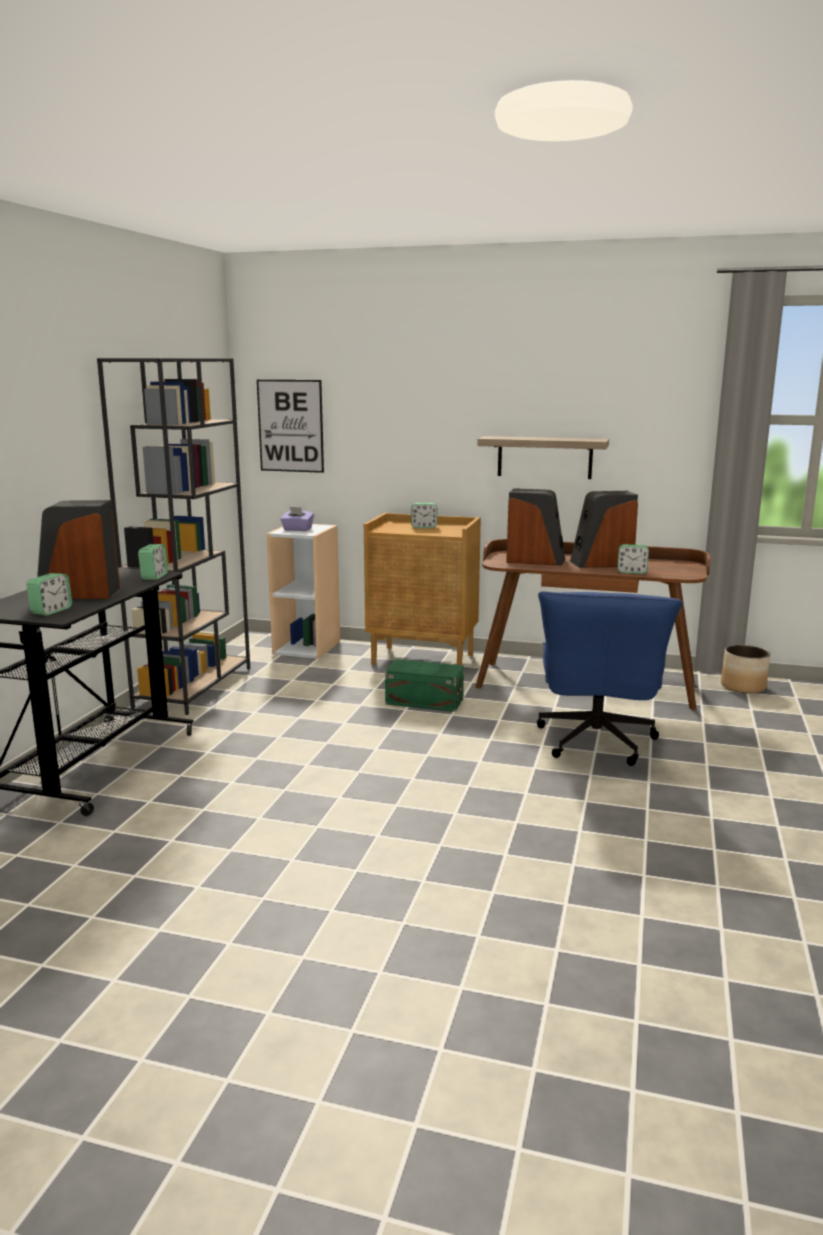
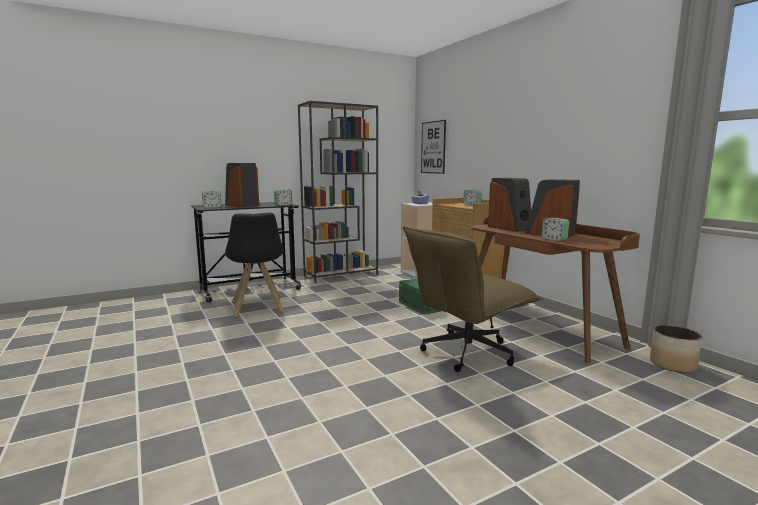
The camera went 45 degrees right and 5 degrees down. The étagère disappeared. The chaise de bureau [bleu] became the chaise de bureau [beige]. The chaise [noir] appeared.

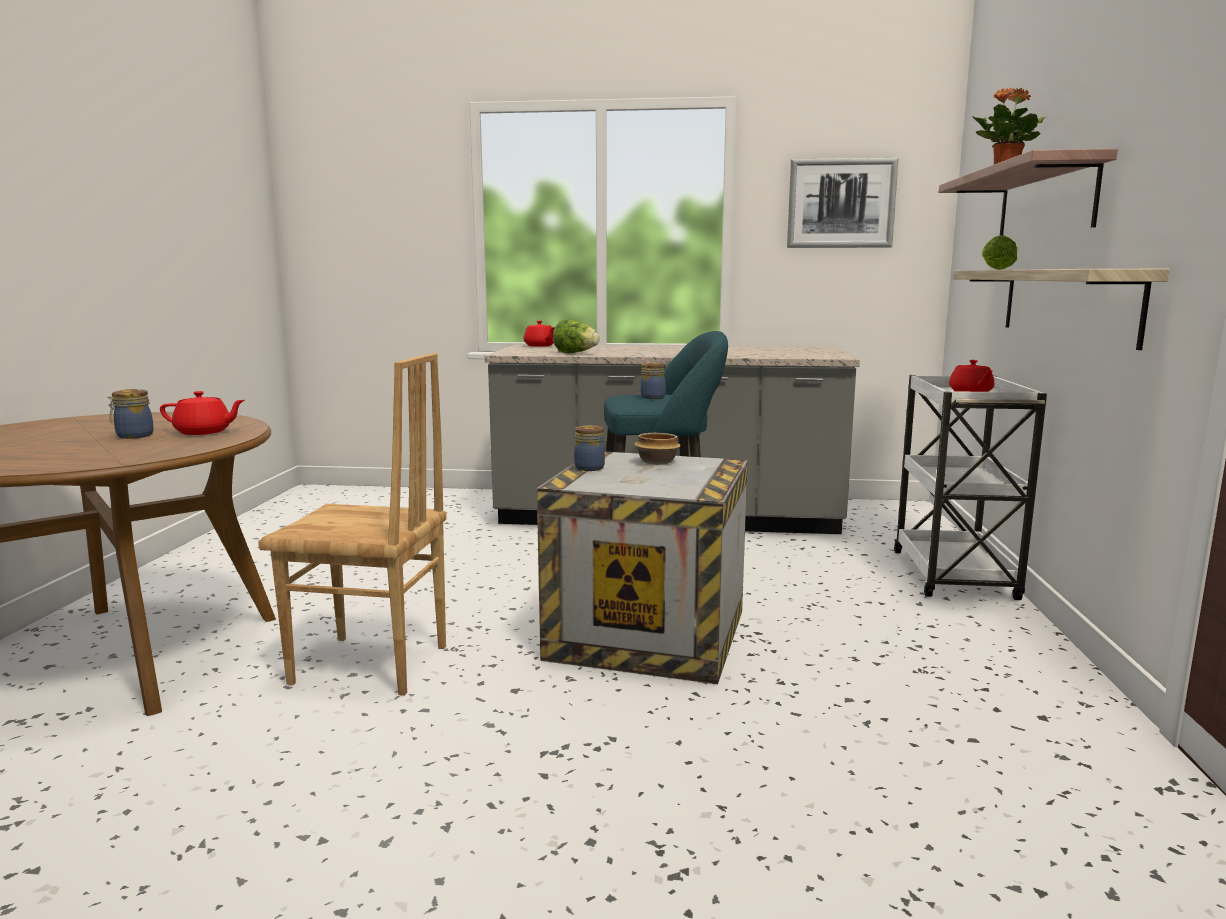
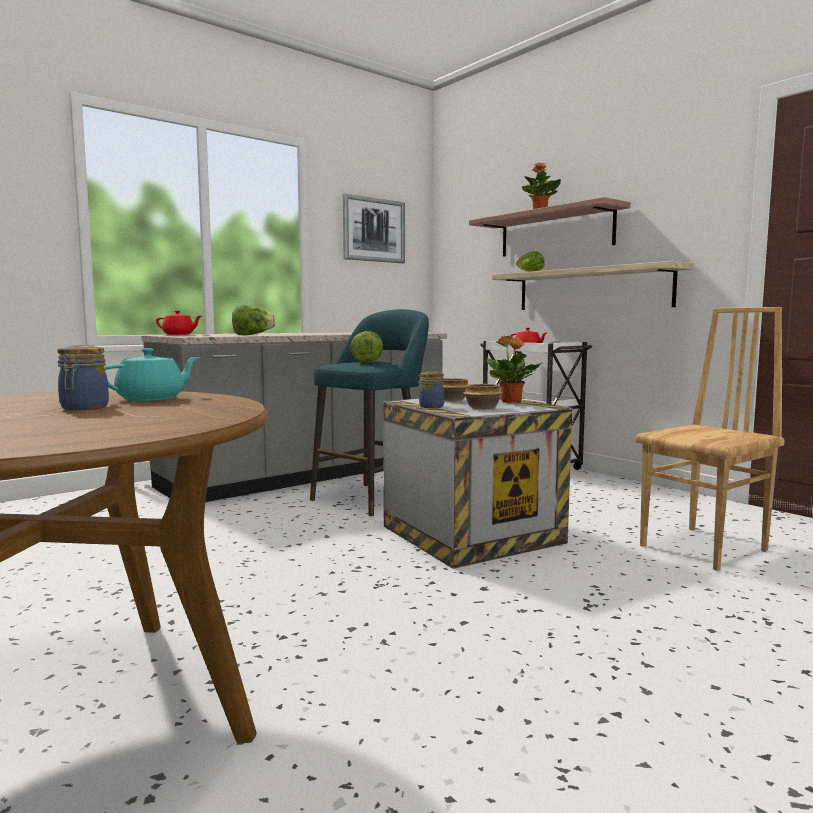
The camera went 45 degrees left and 5 degrees down. The théière [rouge] (1st from left) became the théière [turquoise]. The chaise [marron] moved. The bocal (3rd from left) was replaced by the laitue (2nd from left). The bol (2nd from left) appeared. The plante en pot (1st from left) appeared.

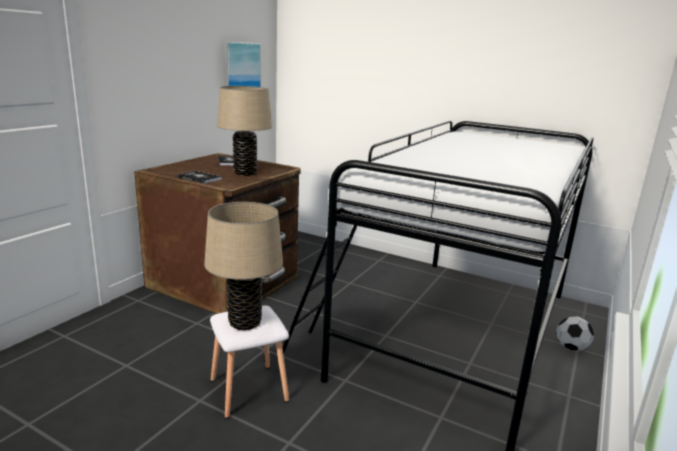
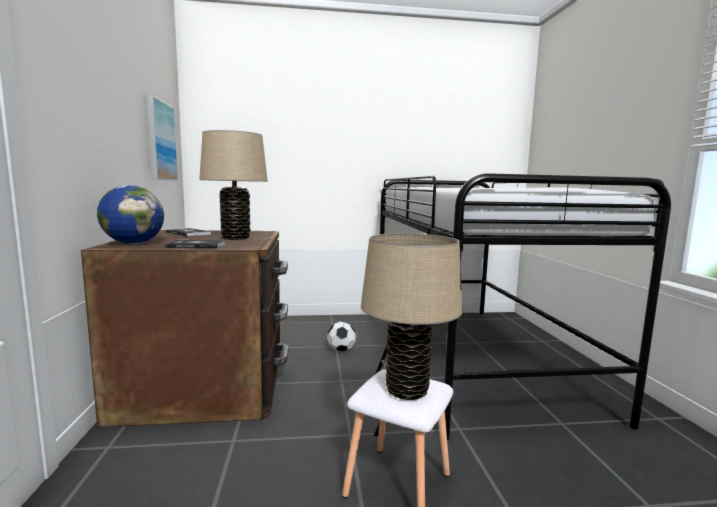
The camera went 35 degrees left and 10 degrees down. The ballon de foot moved. The globe appeared.

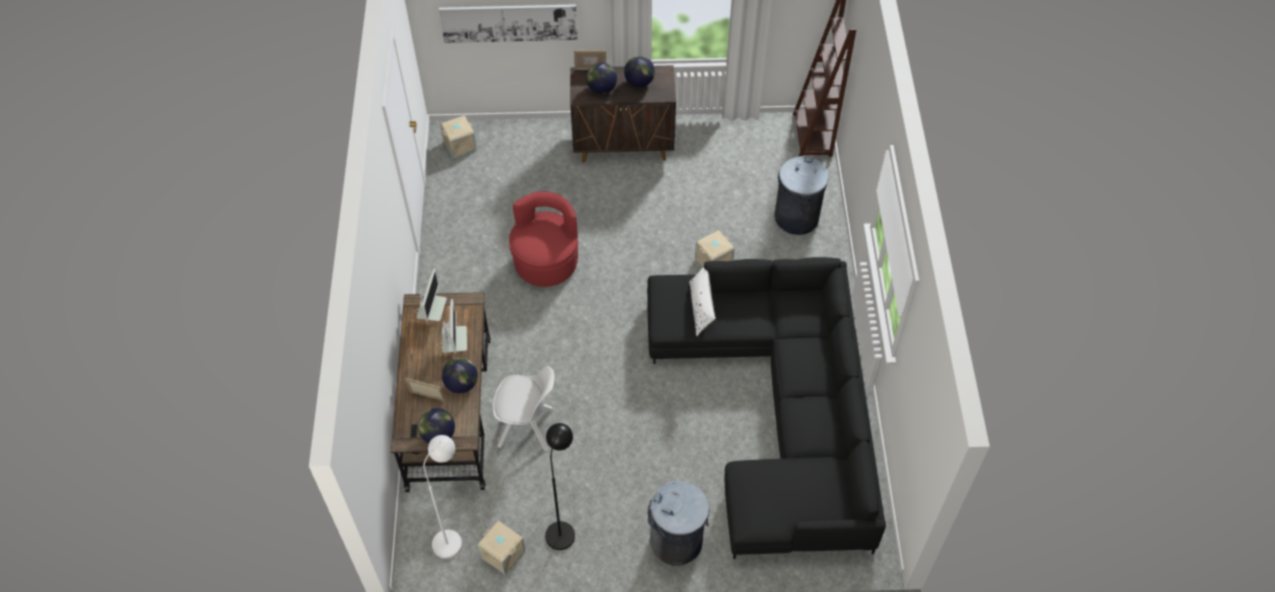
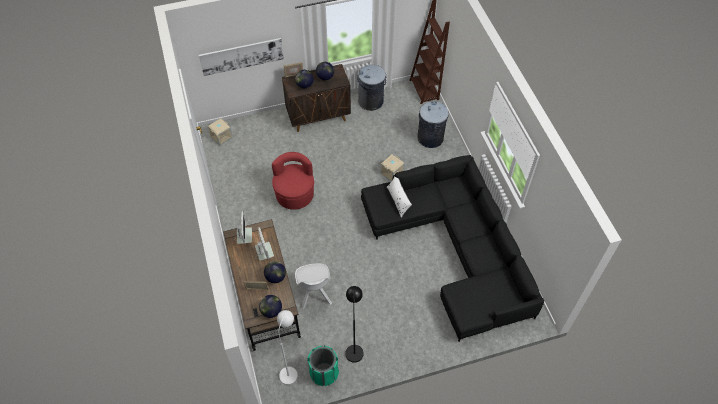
The camera went 15 degrees left and 0 degrees up. The boîte de rangement [beige] (2nd from left) was replaced by the poubelle [vert]. The chaise [blanc] turned 90 degrees clockwise. The poubelle [gris] (1st from left) moved.

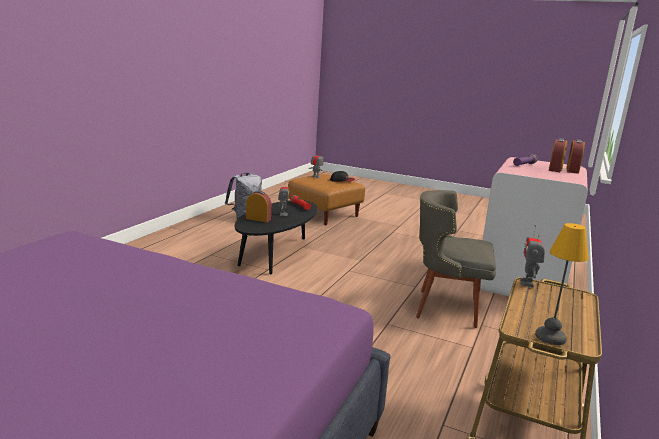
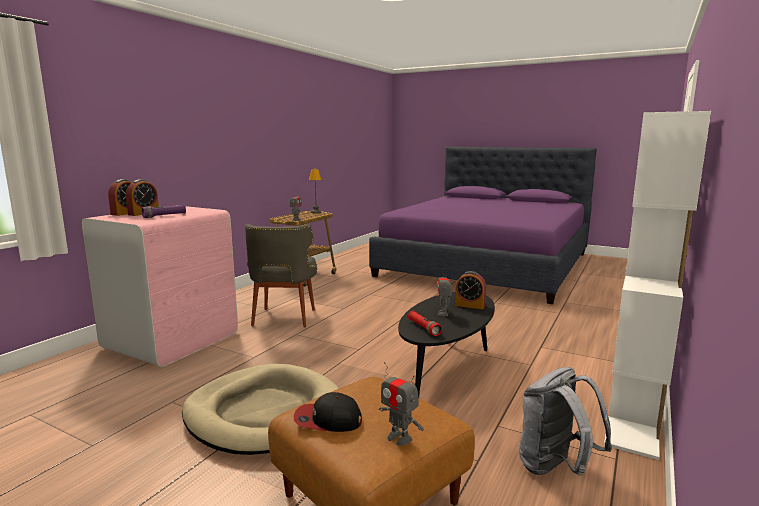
The camera went 175 degrees left and 5 degrees down. The chaise [gris] turned 75 degrees clockwise. The panier pour chien [beige] appeared. The bibliothèque [blanc] appeared.

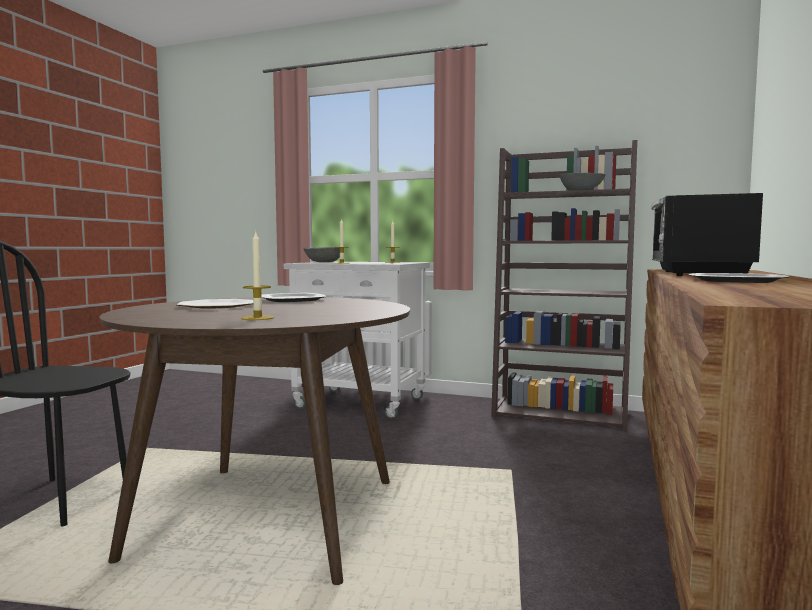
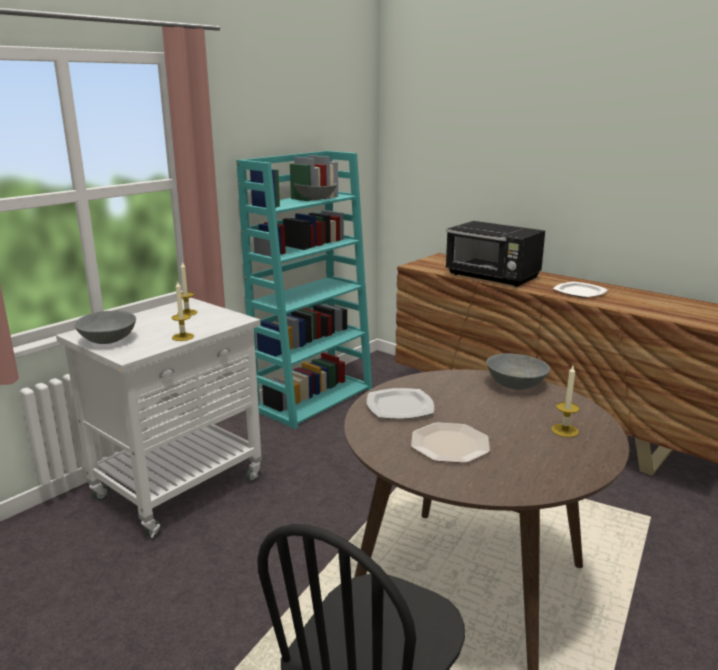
The camera went 70 degrees left and 15 degrees up. The bibliothèque [marron] became the bibliothèque [turquoise]. The bol [gris] (3rd from left) appeared.

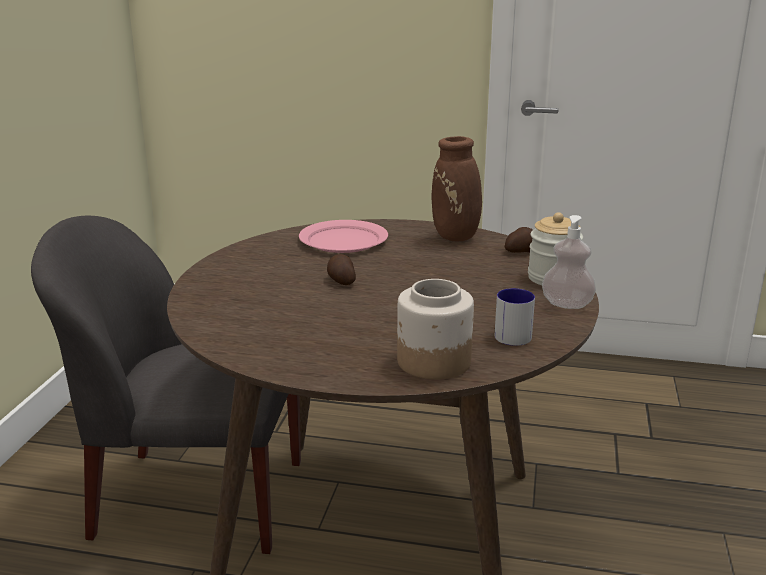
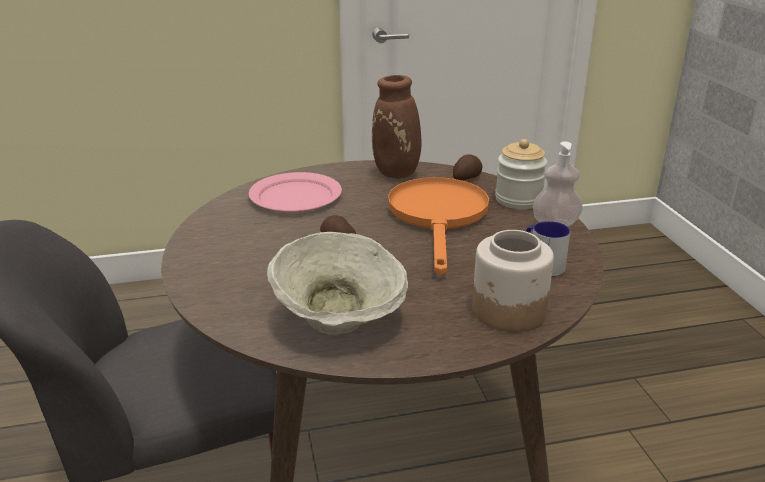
The camera went 25 degrees left and 5 degrees up. The bol [beige] appeared. The poêle [orange] appeared.

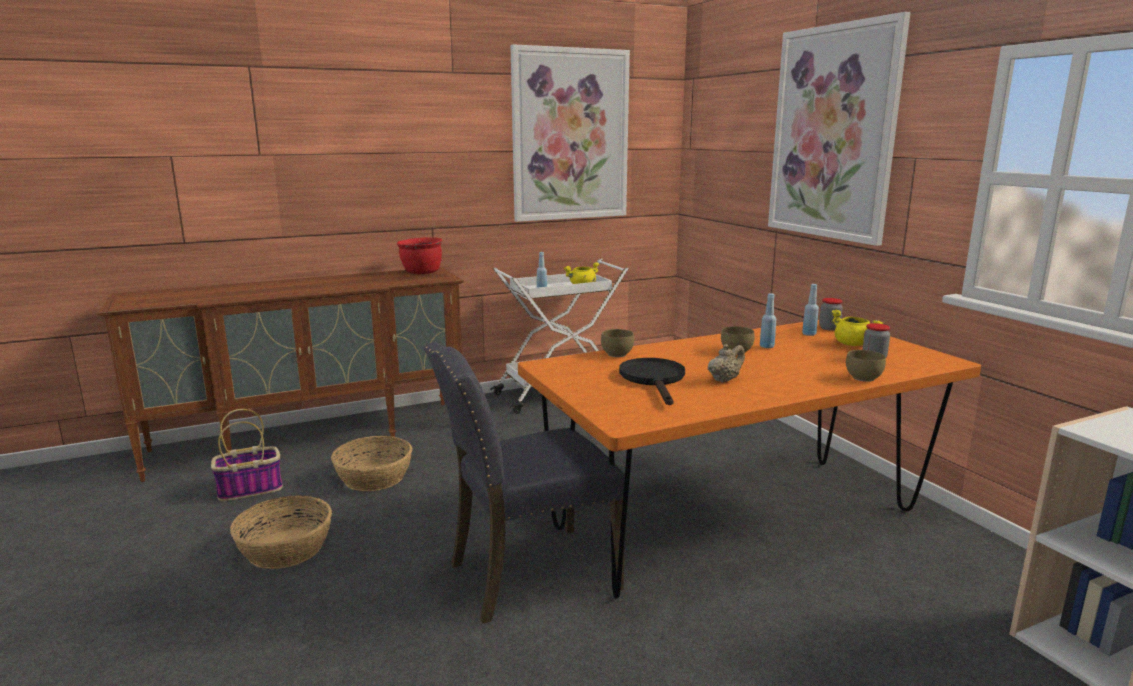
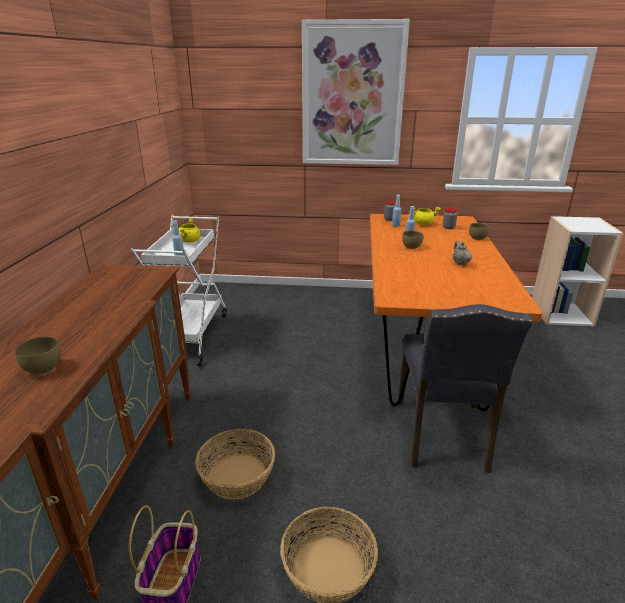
The camera went 60 degrees left and 10 degrees up. The marmite [rouge] disappeared. The tableau (1st from left) disappeared. The bol [marron] (1st from left) moved. The poêle [noir] disappeared.

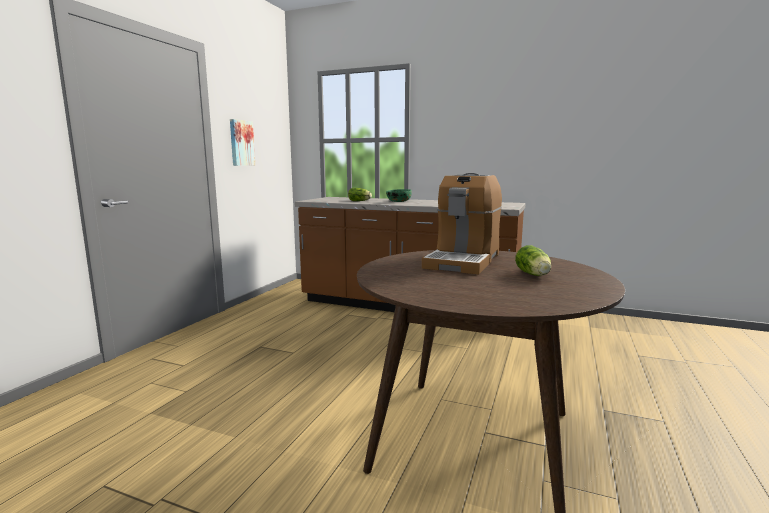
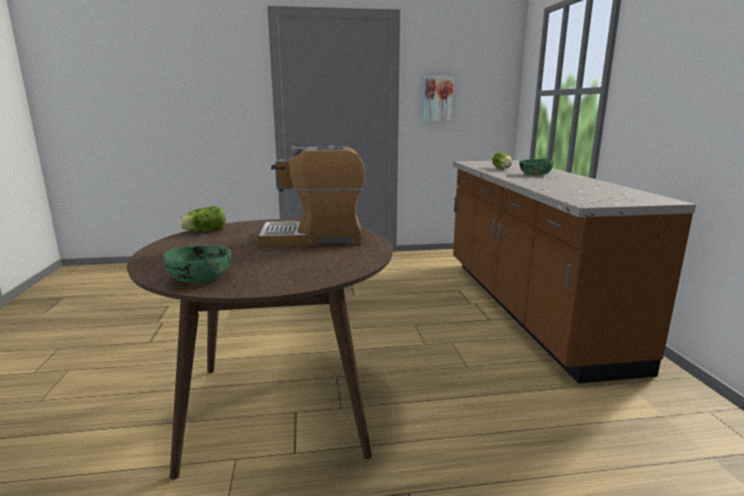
The camera went 60 degrees right and 5 degrees up. The laitue (2nd from left in the first image) moved. The bol [vert] (1st from left) appeared.

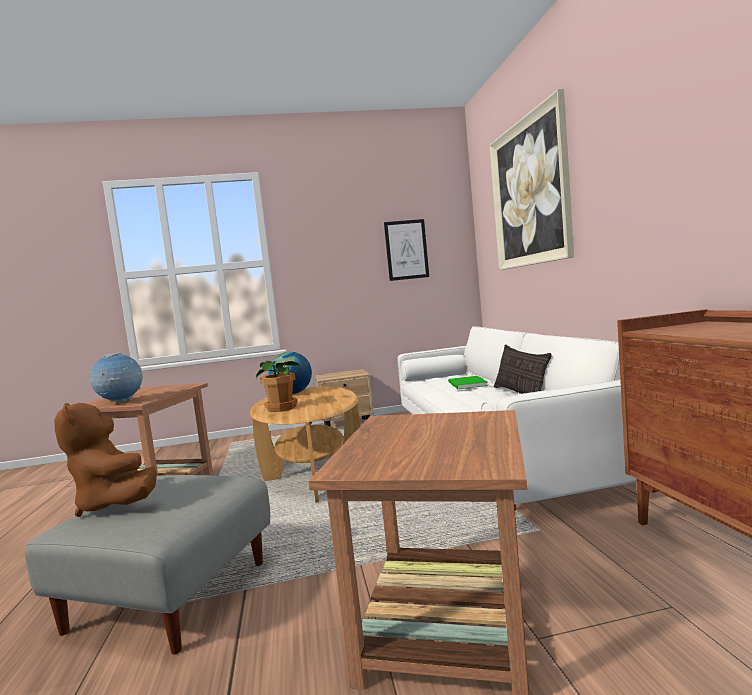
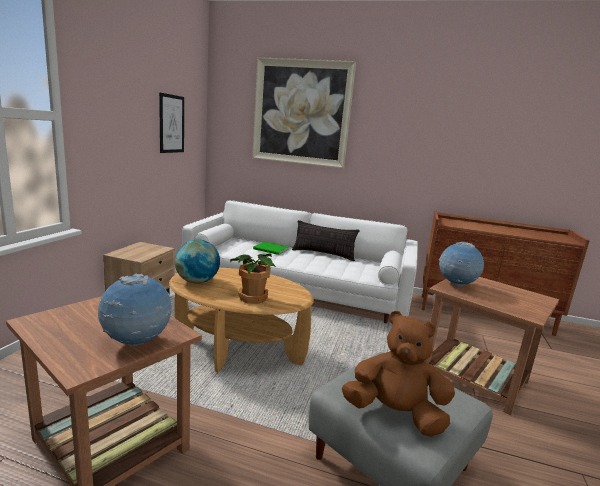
The camera went 65 degrees left and 10 degrees up. The peluche [marron] turned 150 degrees counterclockwise. The globe (3rd from left) appeared.

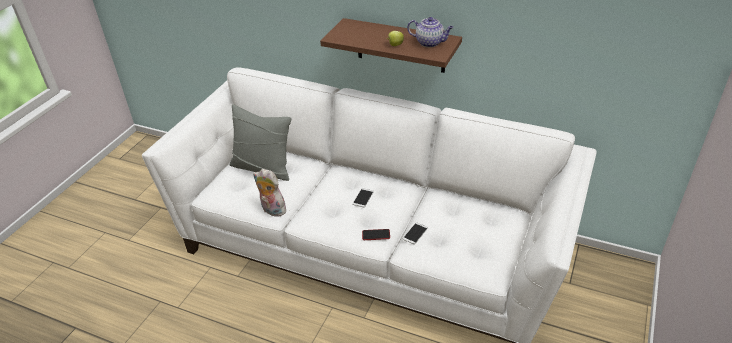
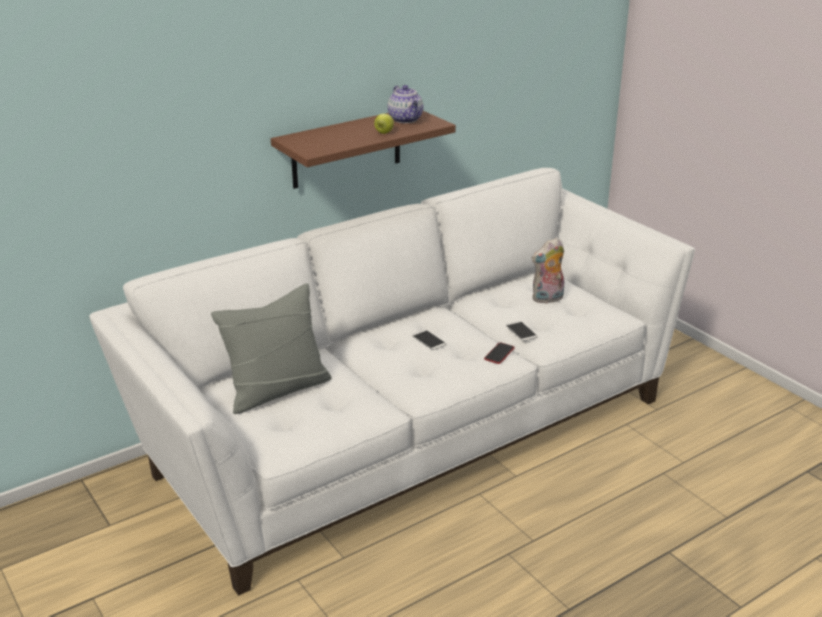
The camera went 60 degrees left and 10 degrees down. The peluche moved. The théière turned 105 degrees clockwise.

